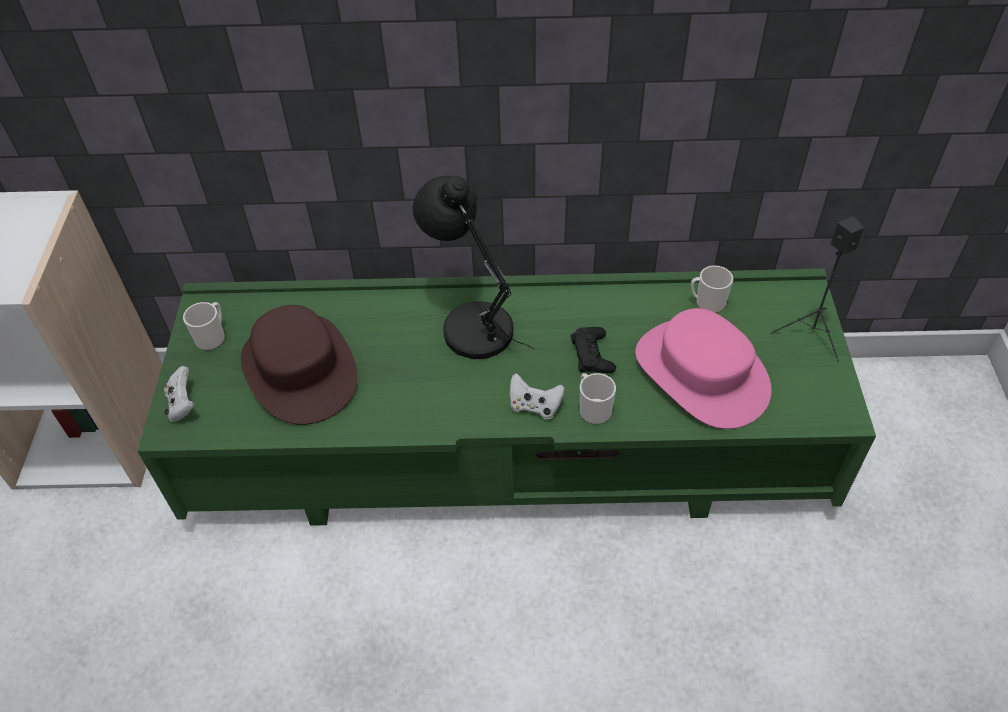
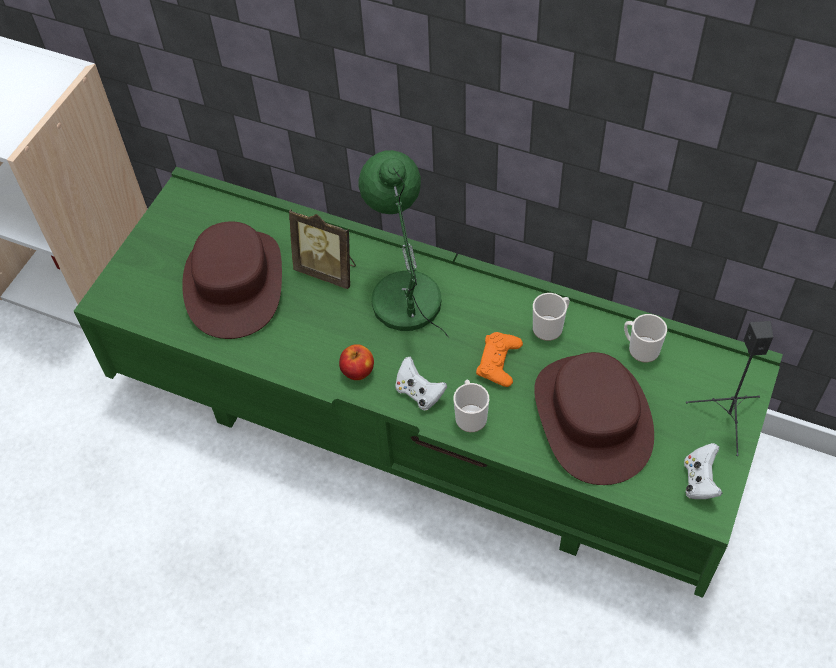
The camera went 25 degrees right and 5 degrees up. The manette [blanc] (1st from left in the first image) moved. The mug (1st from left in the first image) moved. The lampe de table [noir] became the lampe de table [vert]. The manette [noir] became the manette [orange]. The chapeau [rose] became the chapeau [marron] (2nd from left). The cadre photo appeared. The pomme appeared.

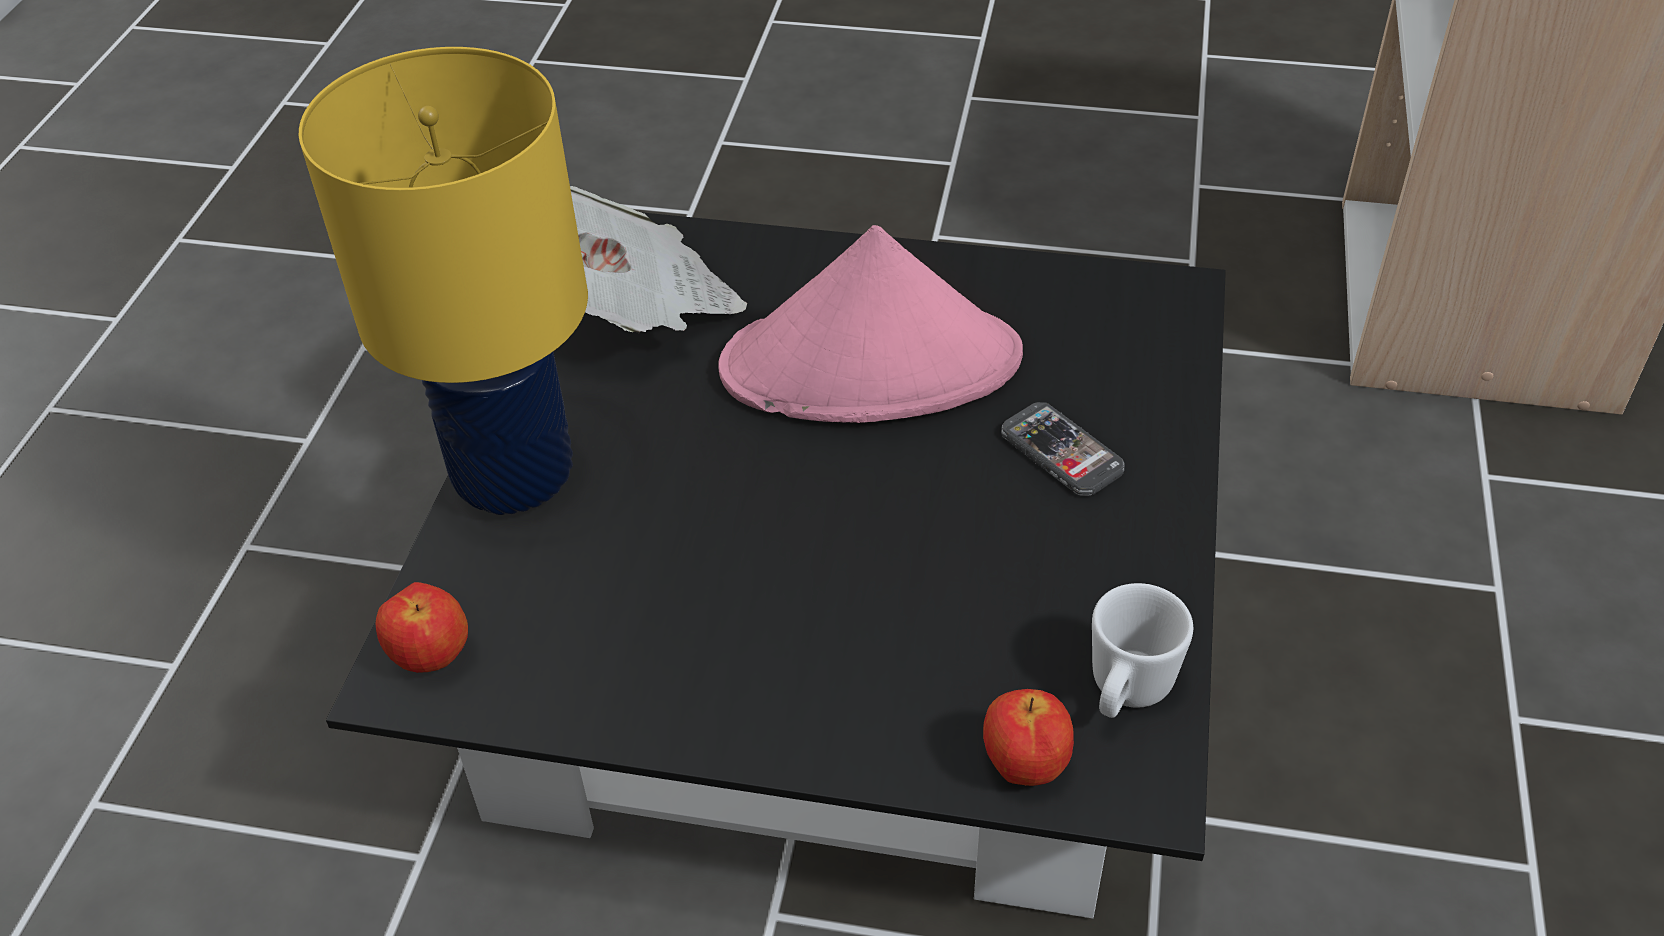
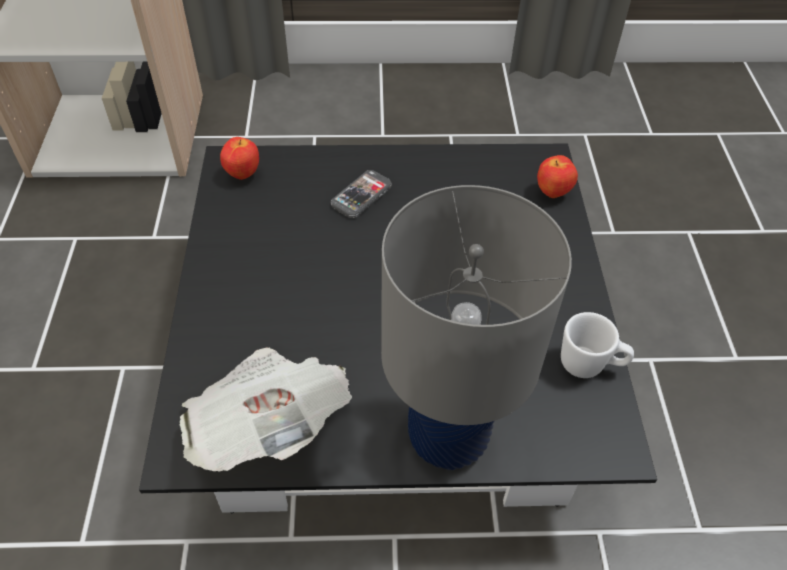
The camera went 105 degrees left and 5 degrees up. The lampe de table [jaune] became the lampe de table [gris]. The pomme (1st from left) moved. The chapeau [rose] disappeared. The mug [blanc] moved.

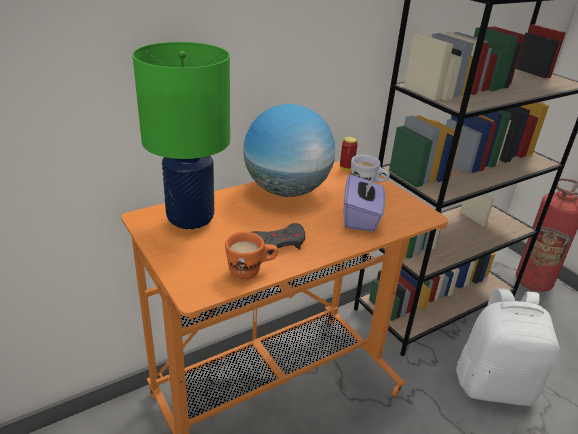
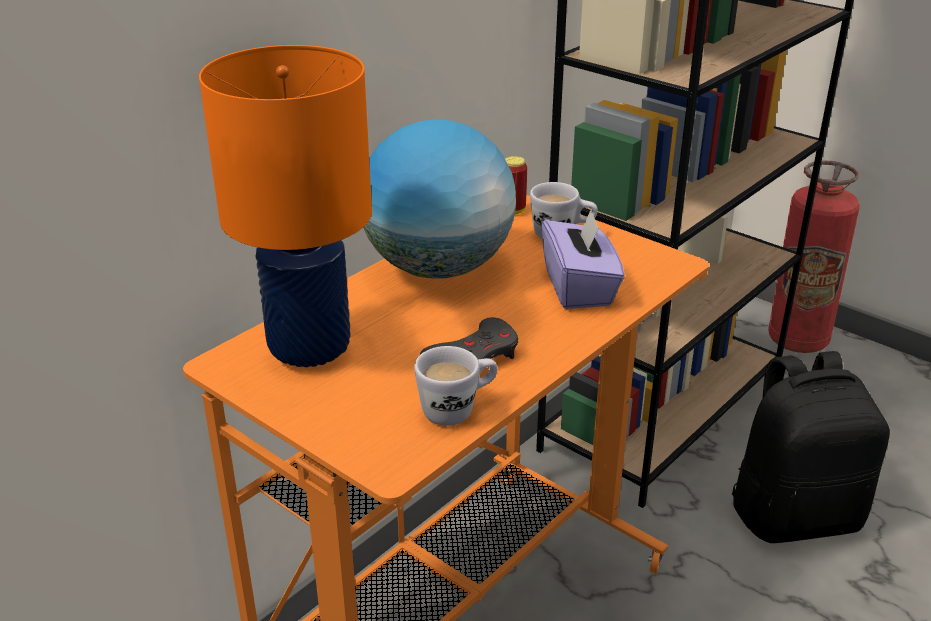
The camera went 15 degrees left and 0 degrees up. The lampe de table [vert] became the lampe de table [orange]. The mug [orange] became the mug [blanc] (1st from left). The sac à dos [blanc] became the sac à dos [noir].

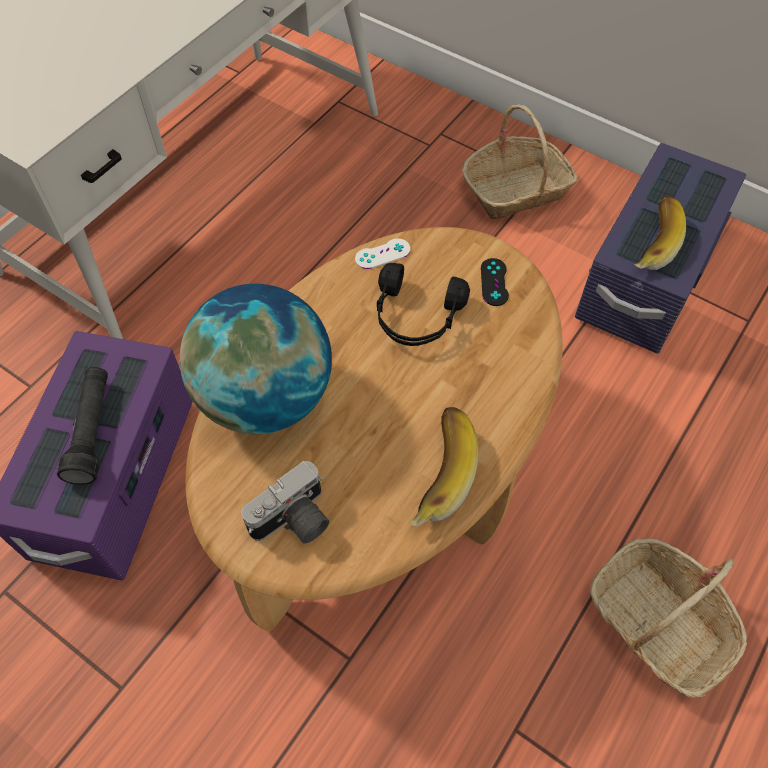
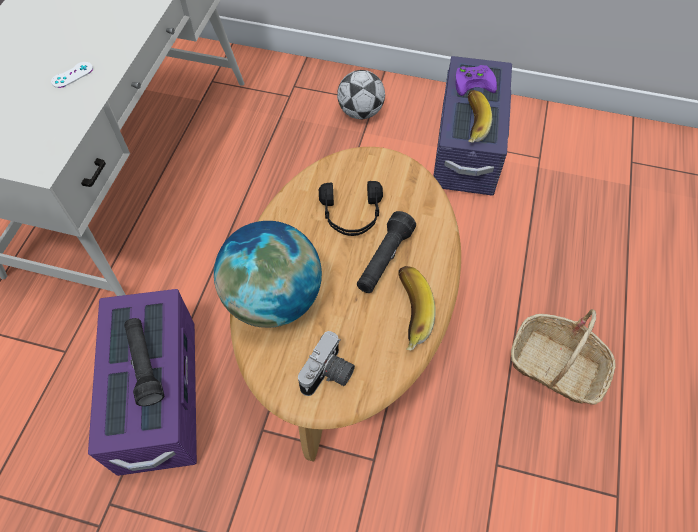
The camera went 20 degrees left and 0 degrees up. The manette [blanc] moved. The panier (1st from left) was replaced by the ballon de foot. The manette [noir] disappeared. The lampe de poche [noir] (2nd from left) appeared. The manette [violet] appeared.

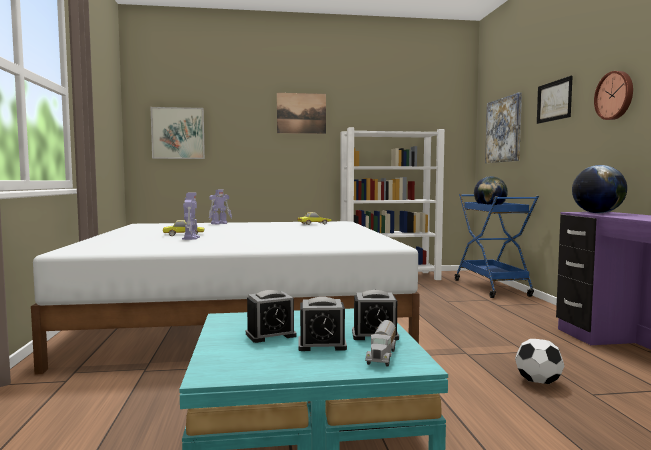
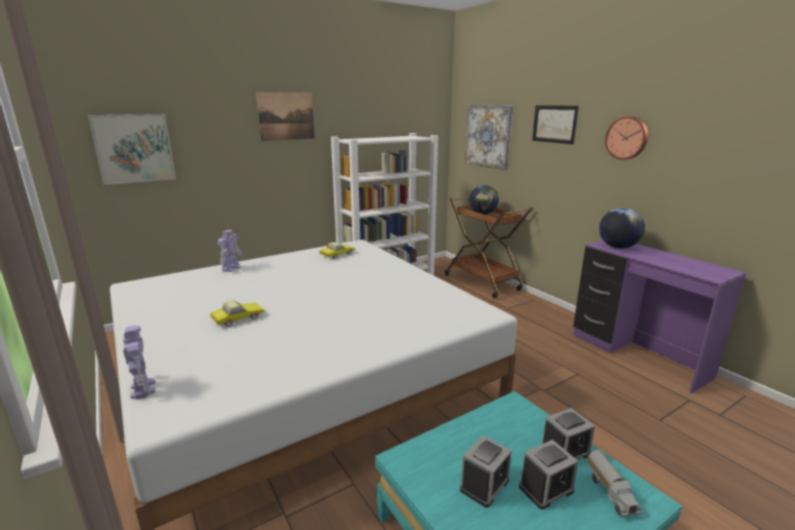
The camera went 25 degrees left and 15 degrees up. The robot jouet (1st from left) moved. The chariot [bleu] became the chariot [marron]. The ballon de foot disappeared.

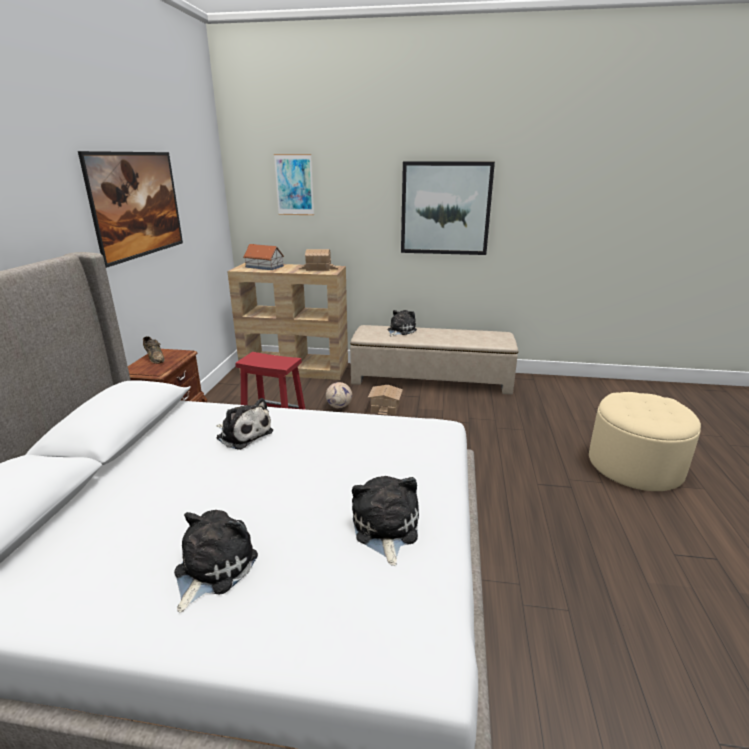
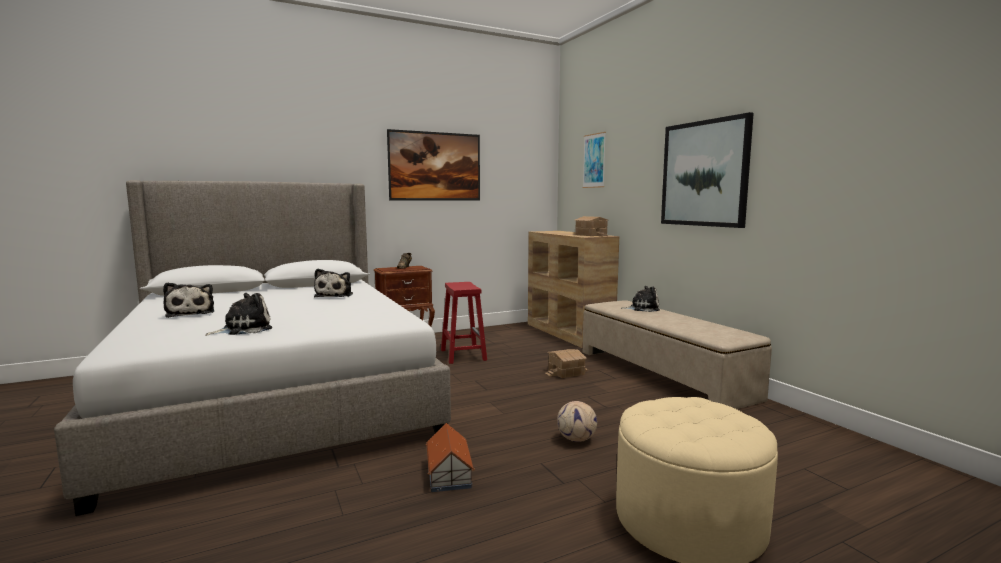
The camera went 55 degrees right and 15 degrees down. The peluche (1st from left) turned 75 degrees clockwise. The maison miniature (1st from left) moved. The ballon de foot moved.

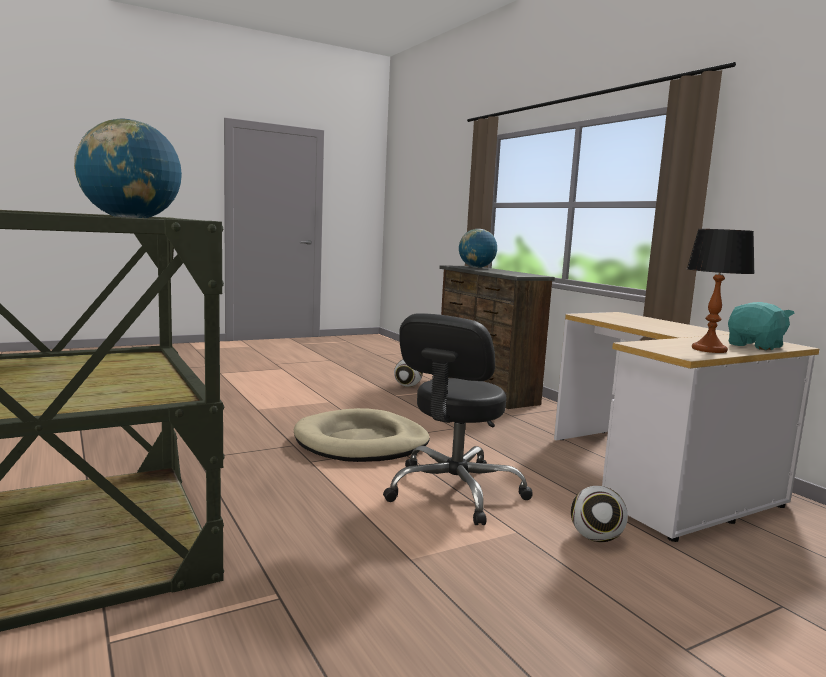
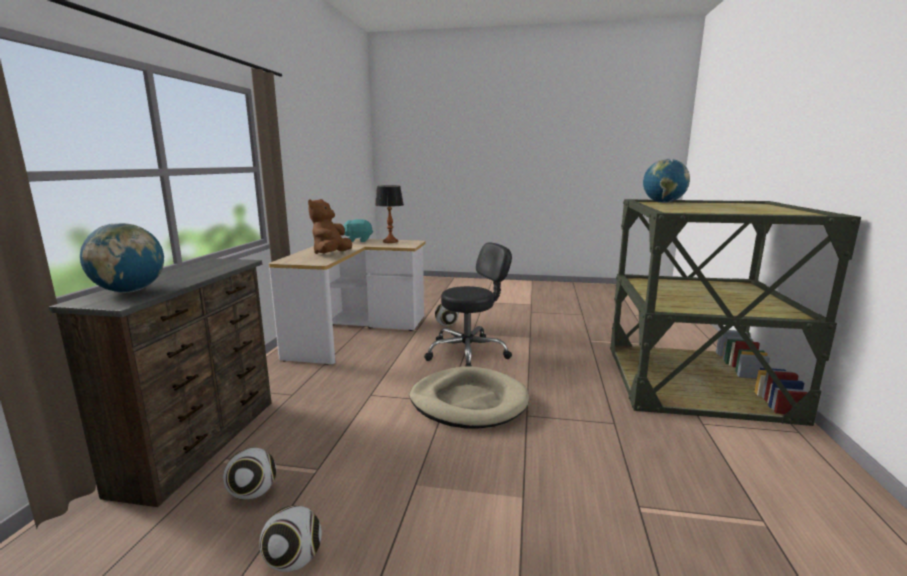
The camera went 140 degrees left and 5 degrees up. The ballon de foot (2nd from left) appeared. The peluche [marron] appeared.

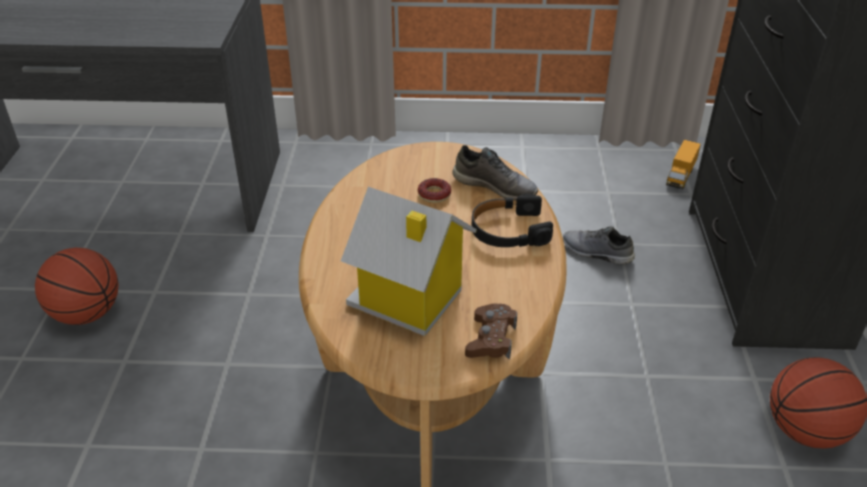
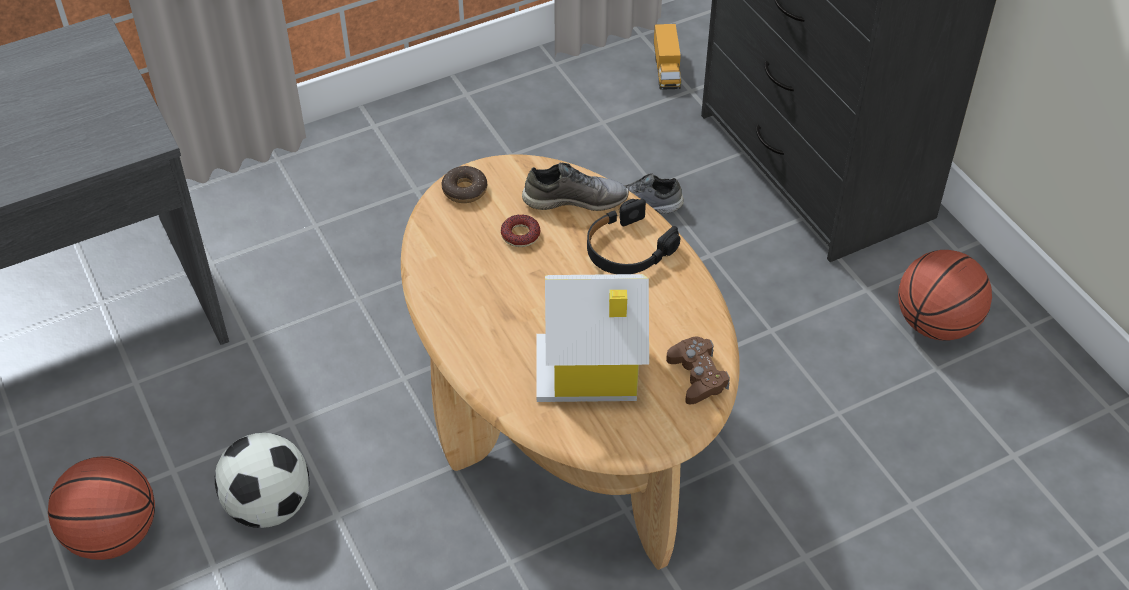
The camera went 30 degrees left and 10 degrees up. The ballon de foot appeared. The beignet (1st from left) appeared.

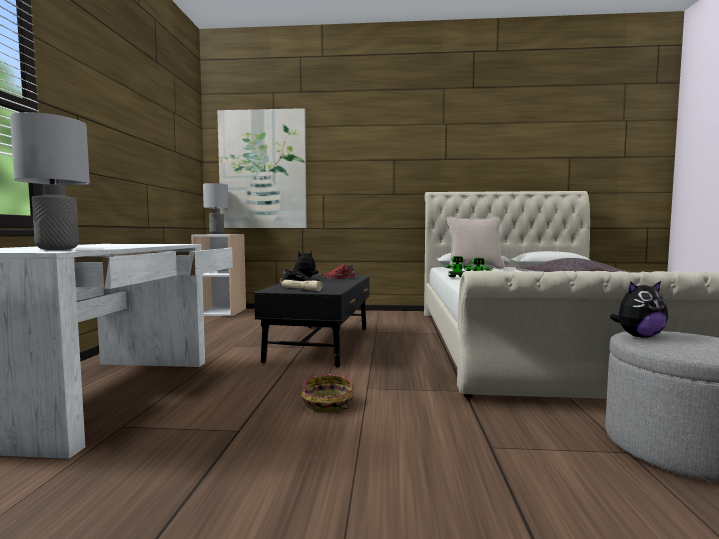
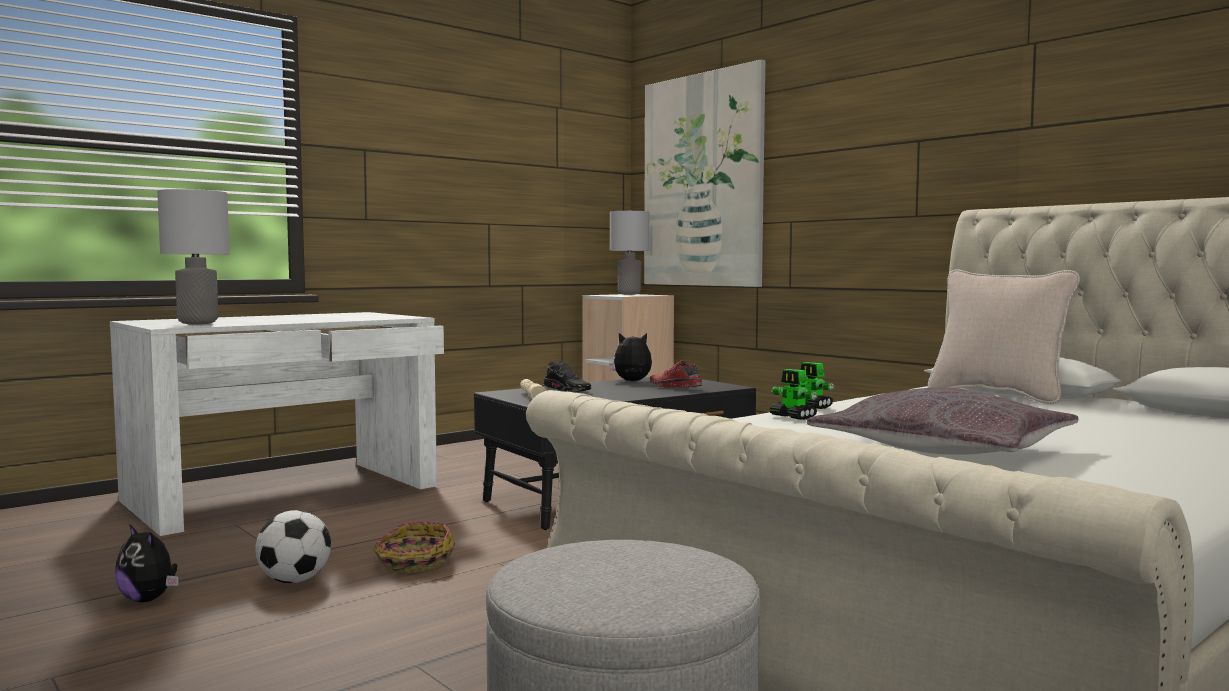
The camera went 45 degrees right and 0 degrees up. The peluche (2nd from left in the first image) moved. The ballon de foot appeared.

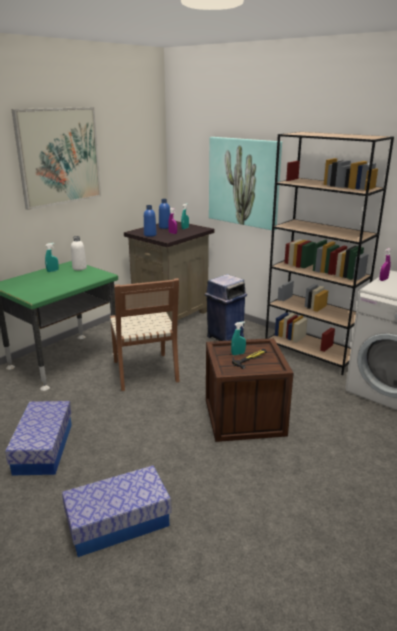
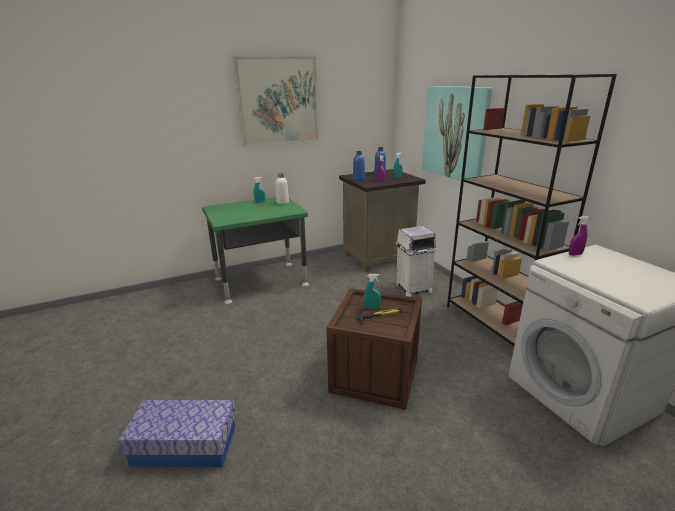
The camera went 25 degrees right and 0 degrees up. The boîte de rangement (1st from left) disappeared. The chaise disappeared. The poubelle [bleu] became the poubelle [blanc].

